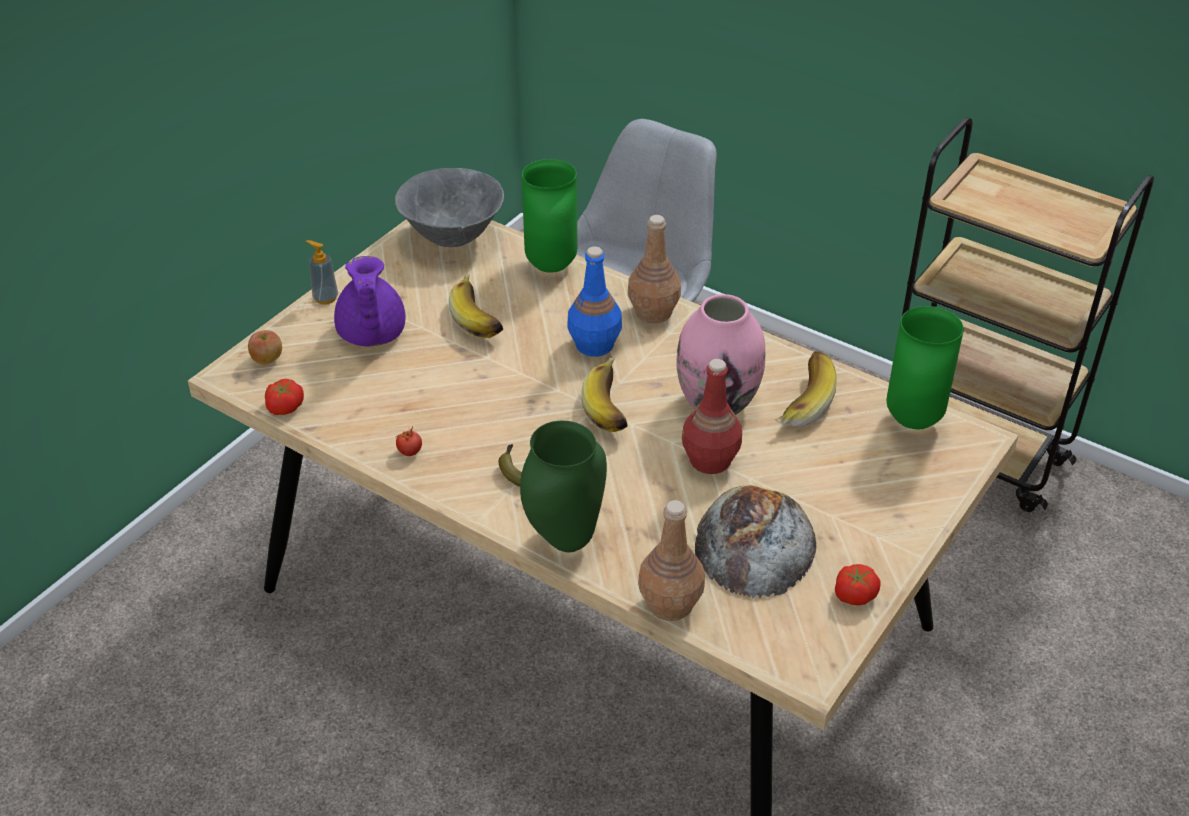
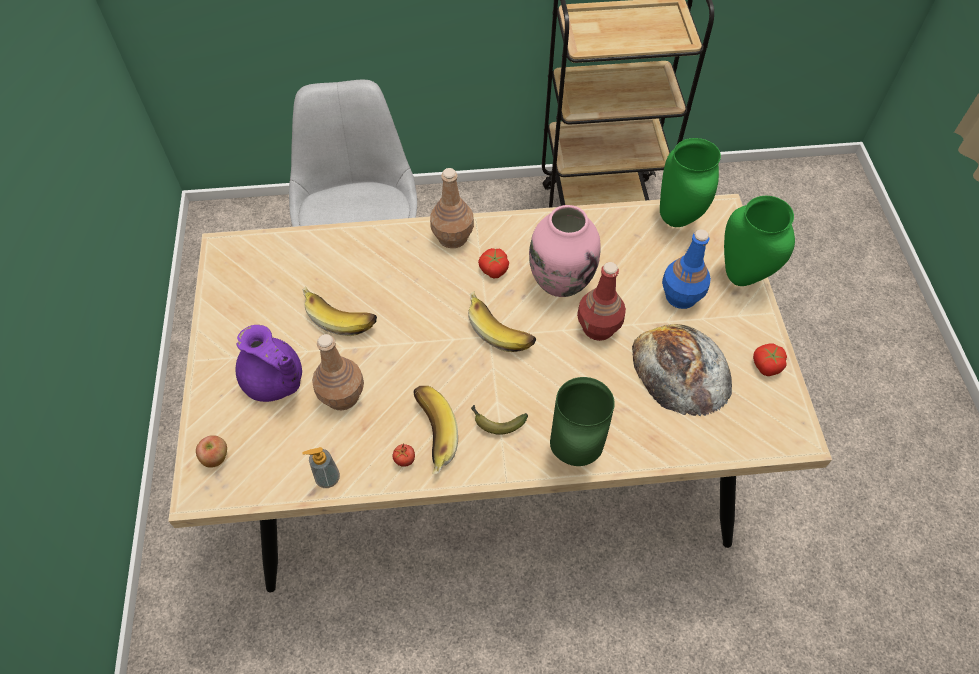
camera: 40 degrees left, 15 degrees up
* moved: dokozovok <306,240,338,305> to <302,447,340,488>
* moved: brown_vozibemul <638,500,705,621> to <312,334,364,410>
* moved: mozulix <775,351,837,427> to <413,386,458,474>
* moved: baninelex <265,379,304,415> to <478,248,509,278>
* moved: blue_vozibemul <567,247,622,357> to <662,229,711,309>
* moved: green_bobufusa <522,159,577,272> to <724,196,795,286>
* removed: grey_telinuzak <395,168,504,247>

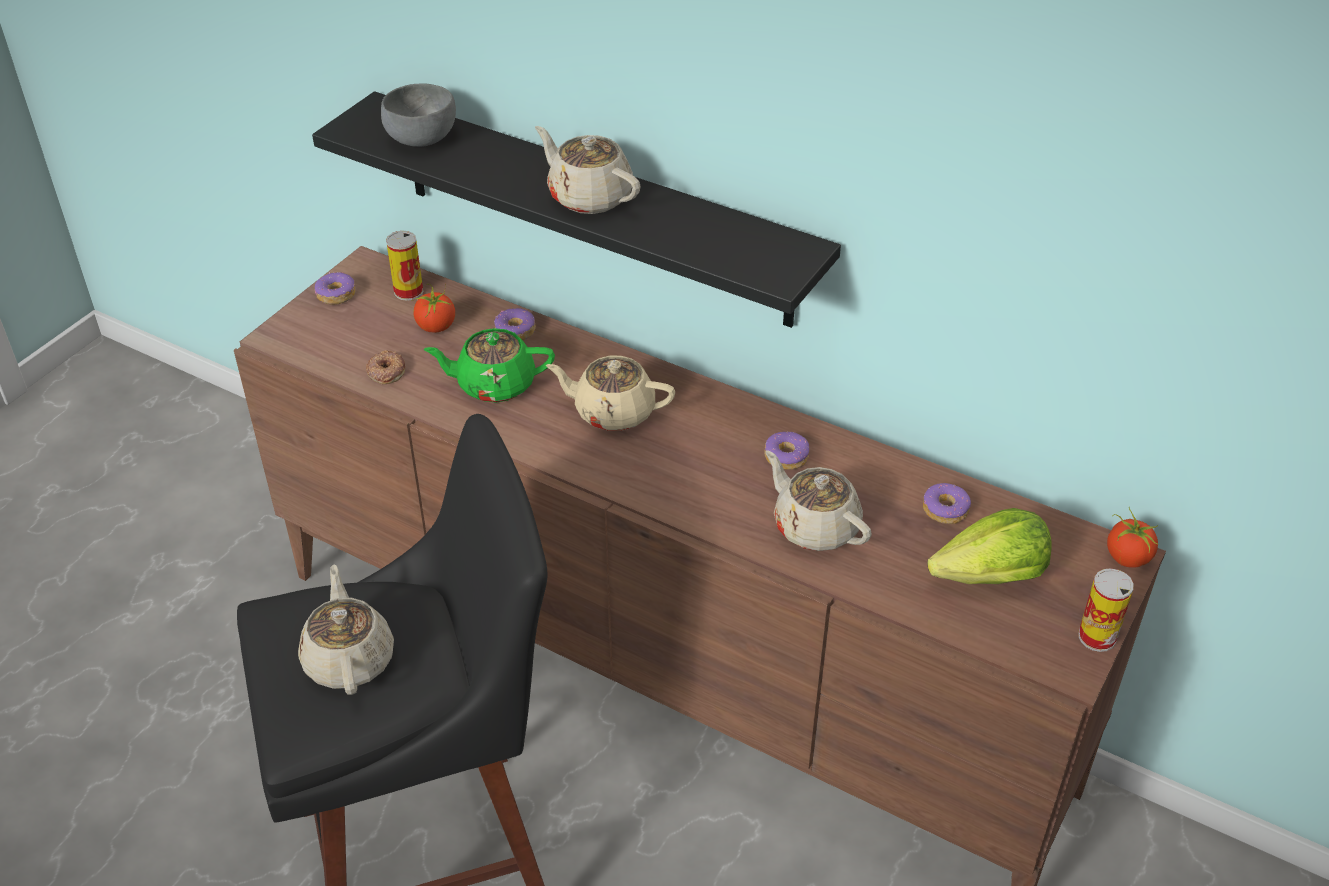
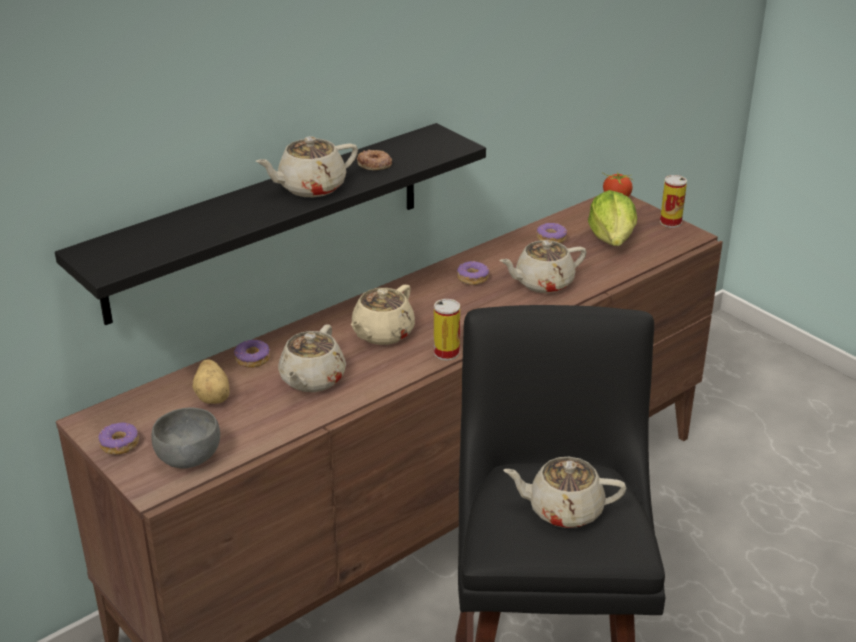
camera: 70 degrees left, 10 degrees down
* moved: grey_telinuzak <381,83,456,147> to <151,408,220,469>
* replaced: baninelex <411,283,455,333> to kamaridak <193,359,229,404>
* recoloured: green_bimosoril <424,328,555,403> to beige_bimosoril <278,324,346,392>
* moved: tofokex <366,350,405,384> to <357,150,392,170>
* moved: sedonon <386,231,423,301> to <434,299,460,361>

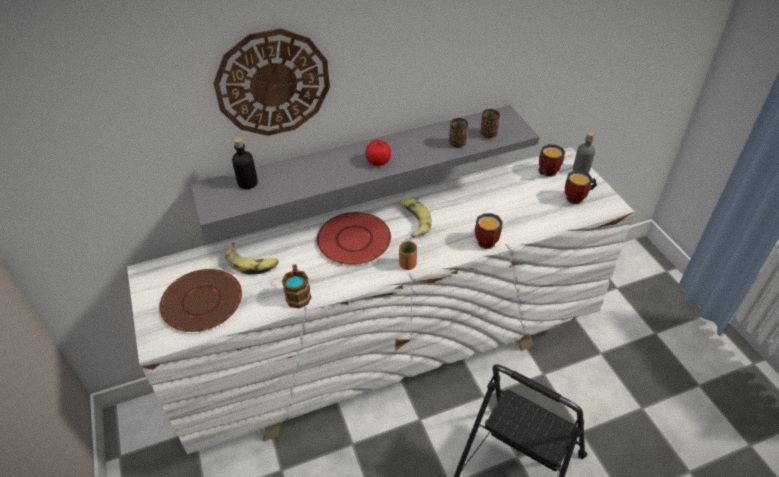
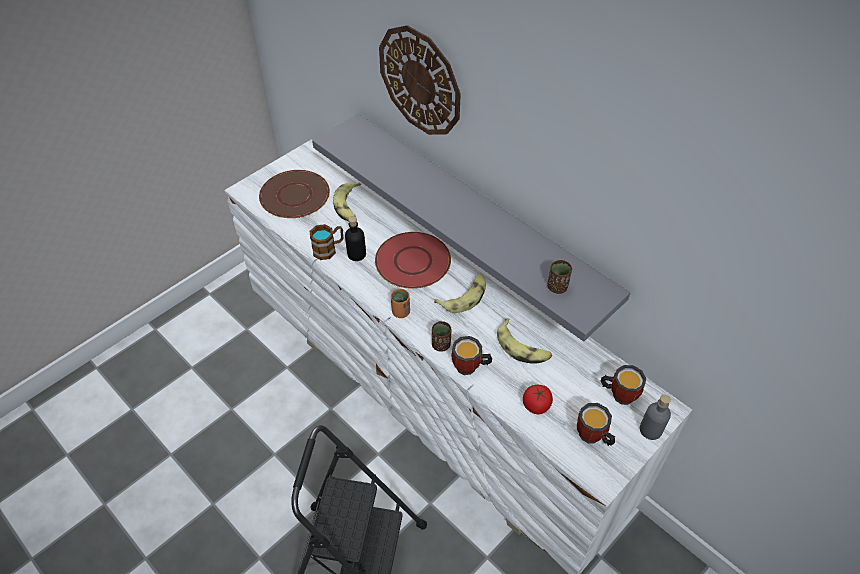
camera: 65 degrees right, 5 degrees up
* moved: black_vozibemul <232,137,258,189> to <345,216,366,261>
* moved: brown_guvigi <449,118,468,148> to <432,321,452,352>
* added: mozulix <497,318,552,364>
* moved: baninelex <365,140,391,166> to <523,385,553,414>

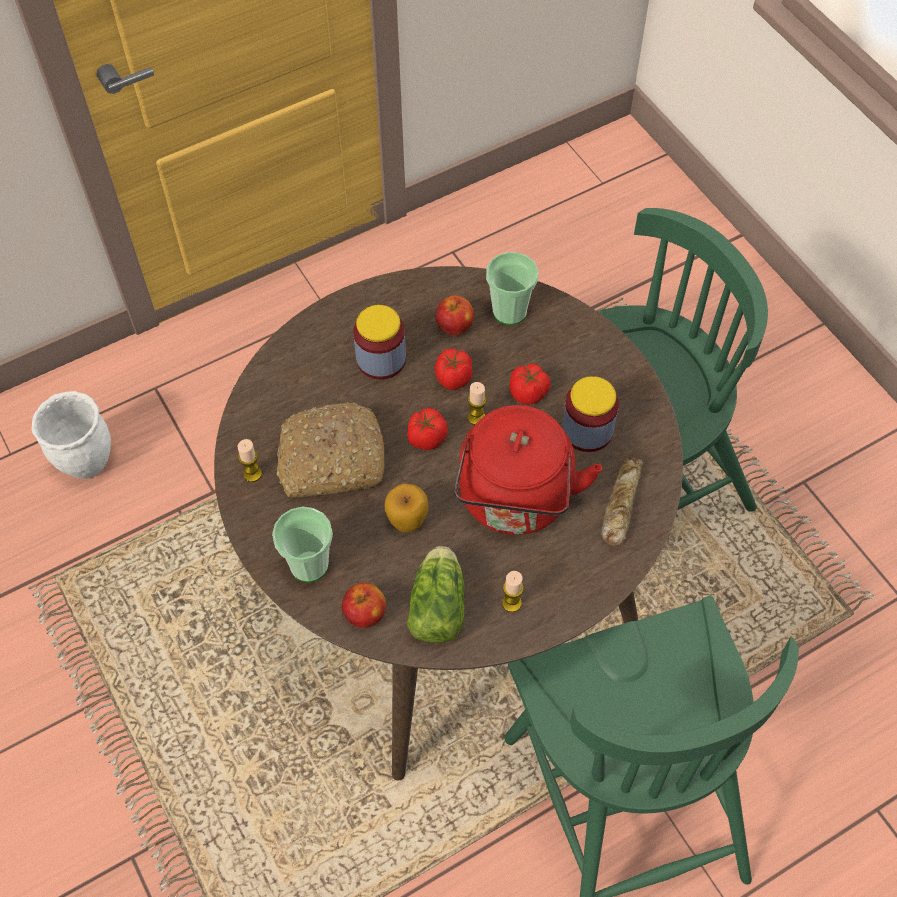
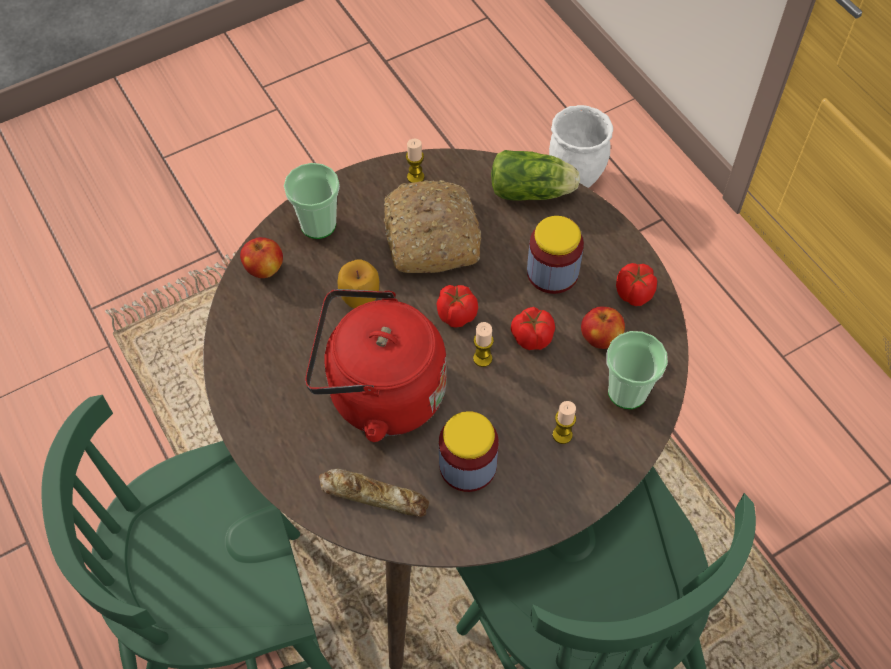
camera: 90 degrees right, 0 degrees up
* moved: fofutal <407,546,465,643> to <491,150,580,201>
* moved: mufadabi <502,571,524,612> to <552,401,576,444>
* moved: baninelex <509,363,551,405> to <616,263,657,306>

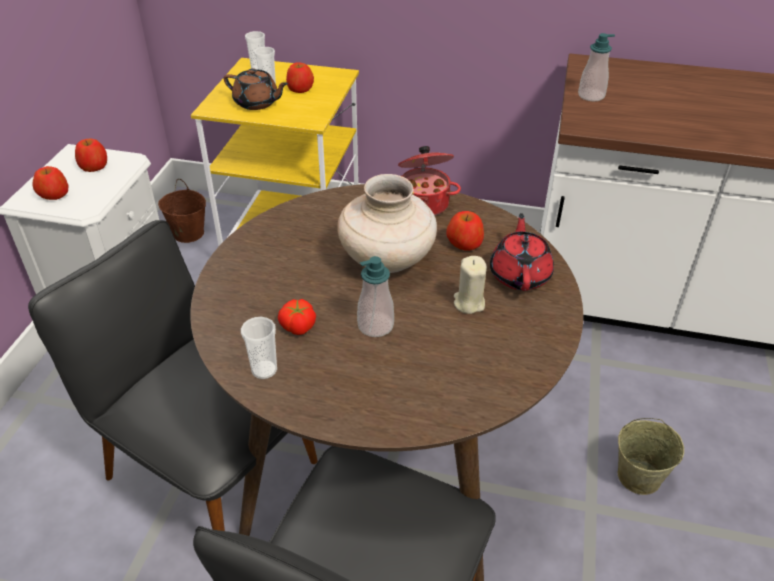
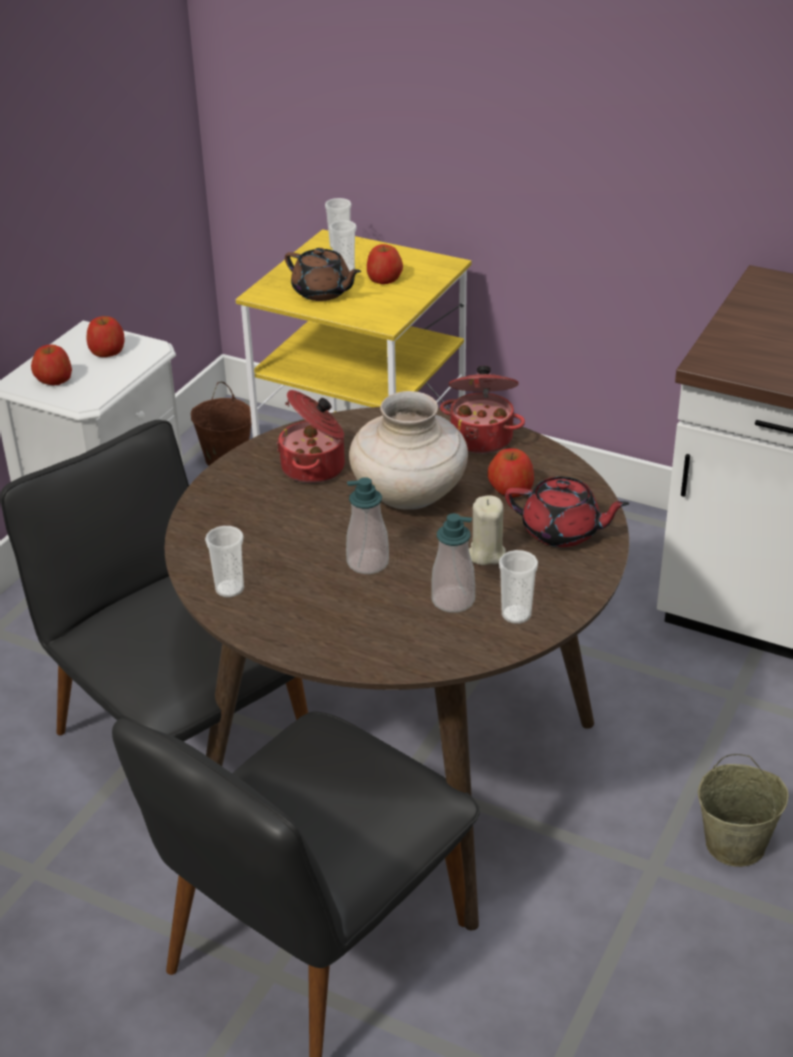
camera: 15 degrees right, 5 degrees down
* added: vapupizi <276,390,345,483>
* moved: dokozovok <578,33,615,102> to <431,513,475,613>
* added: guvigi <499,550,538,624>
* turned: red_bimosoril <490,213,554,291> = <505,477,629,547> 90 degrees clockwise
* removed: baninelex <278,299,316,335>

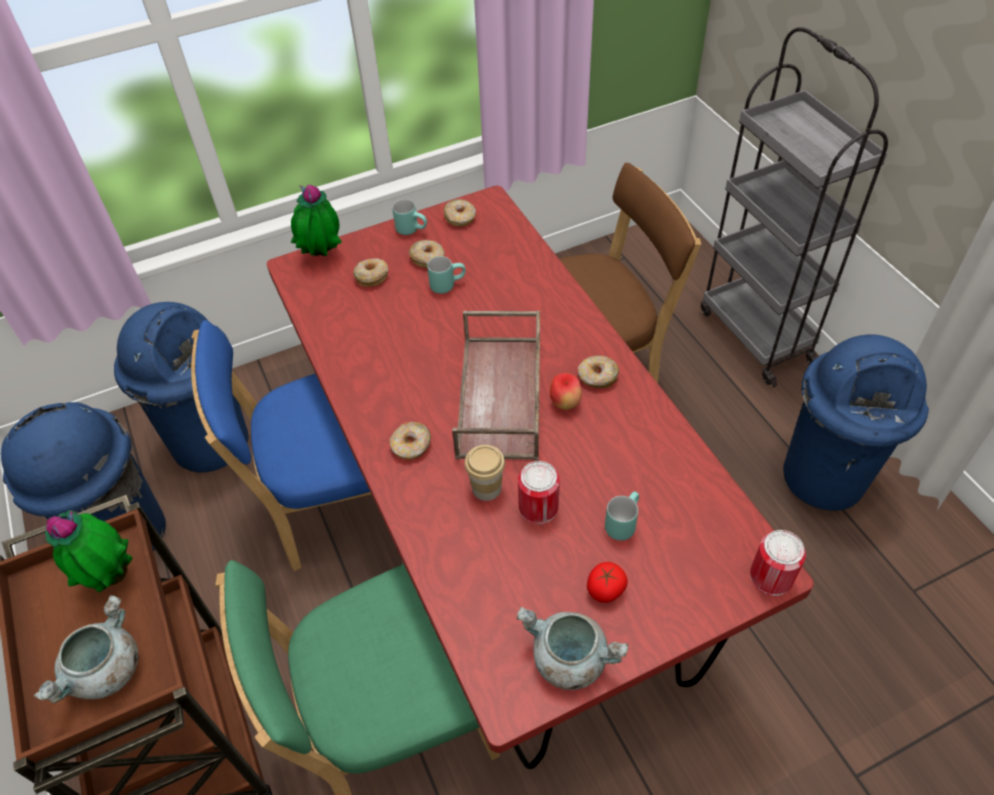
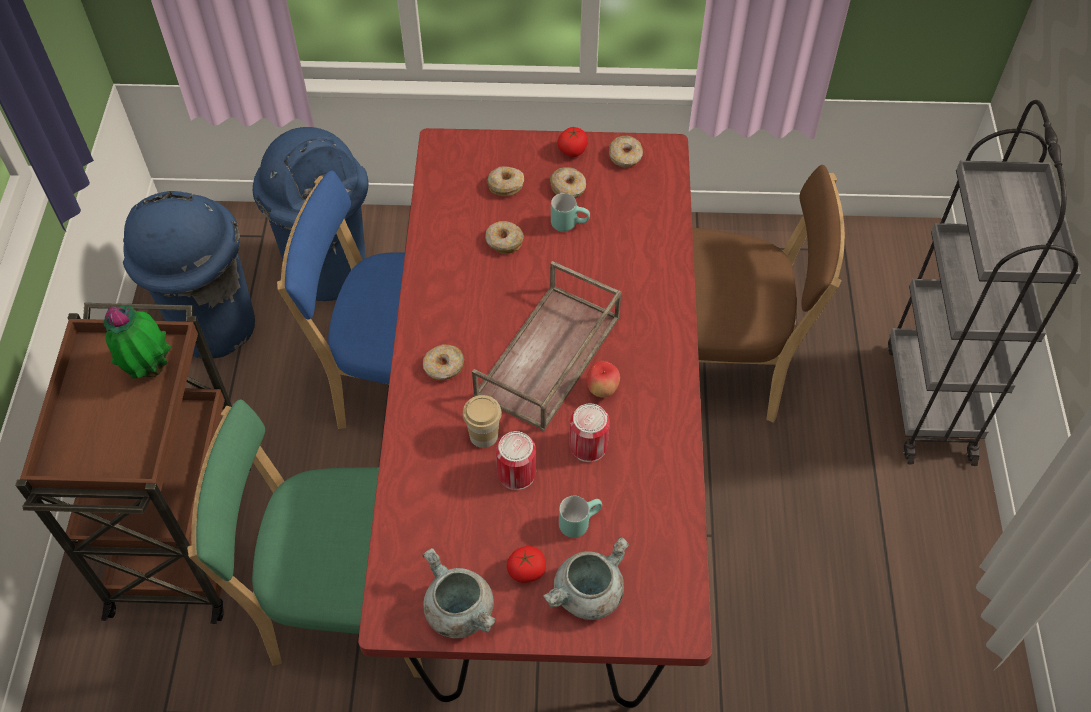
camera: 25 degrees right, 5 degrees up
* moved: tofokex <578,356,619,388> to <485,221,524,255>
* moved: grey_vapupizi <34,595,138,703> to <543,537,629,620>
* replaced: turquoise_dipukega <392,199,427,235> to baninelex <557,127,588,157>
* moved: sedonon <750,530,806,596> to <570,403,610,462>
* removed: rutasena <291,185,342,256>
* removed: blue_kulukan <783,334,929,511>

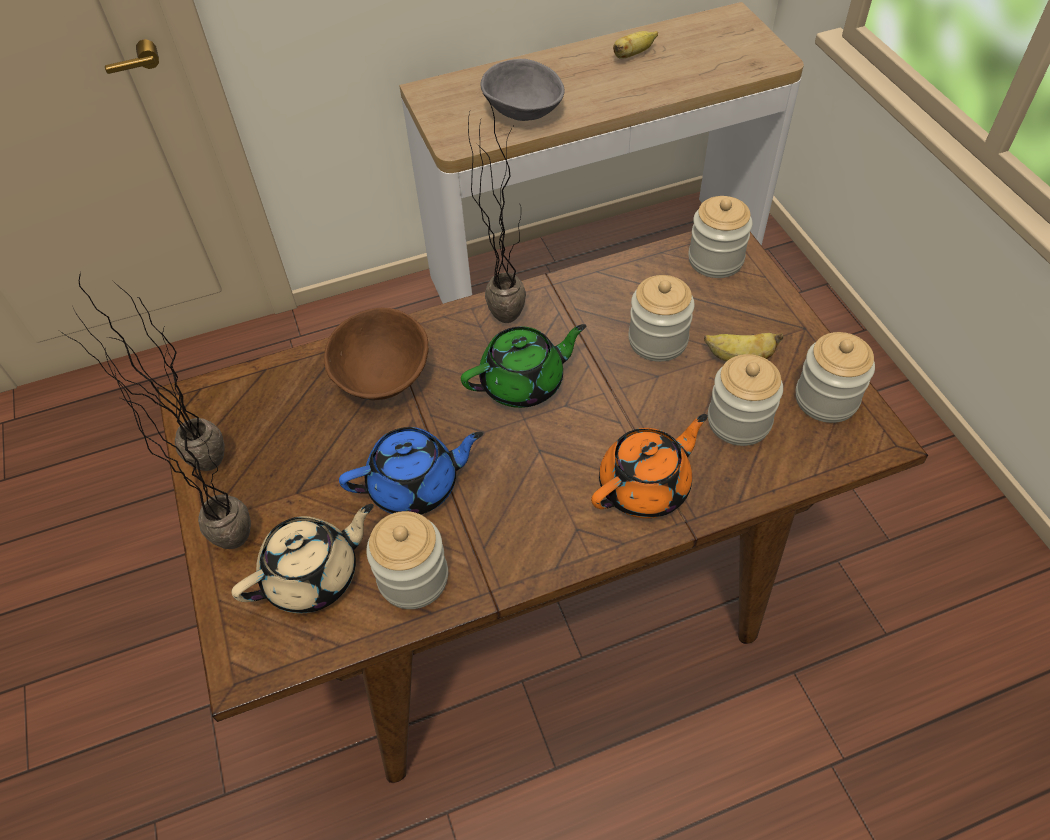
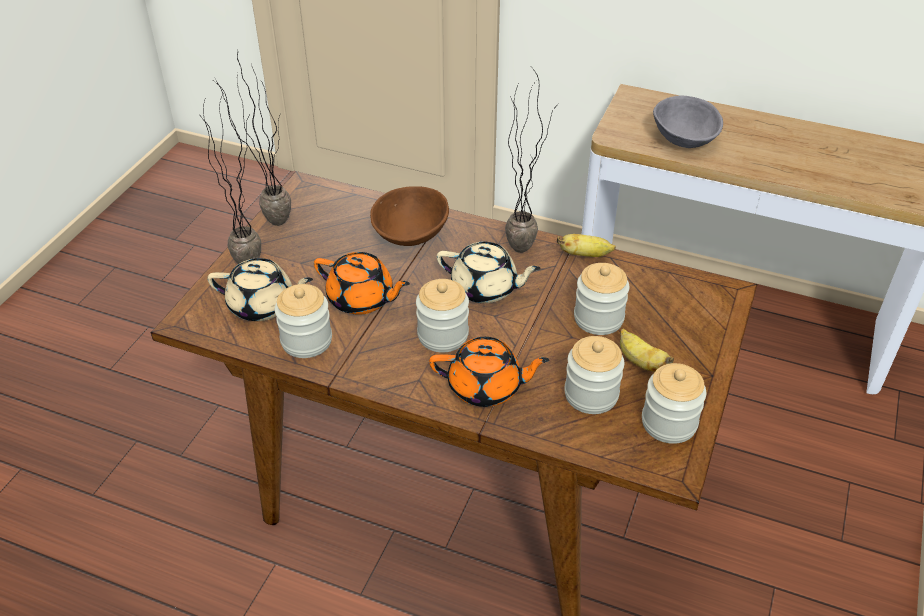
camera: 40 degrees right, 10 degrees down
* recoloured: blue_bimosoril <339,427,483,515> to orange_bimosoril <314,252,410,315>
* moved: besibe <688,196,753,278> to <416,279,469,352>
* recoloured: green_bimosoril <461,324,586,408> to beige_bimosoril <437,242,541,303>
* moved: mozulix <613,31,658,59> to <557,234,616,257>

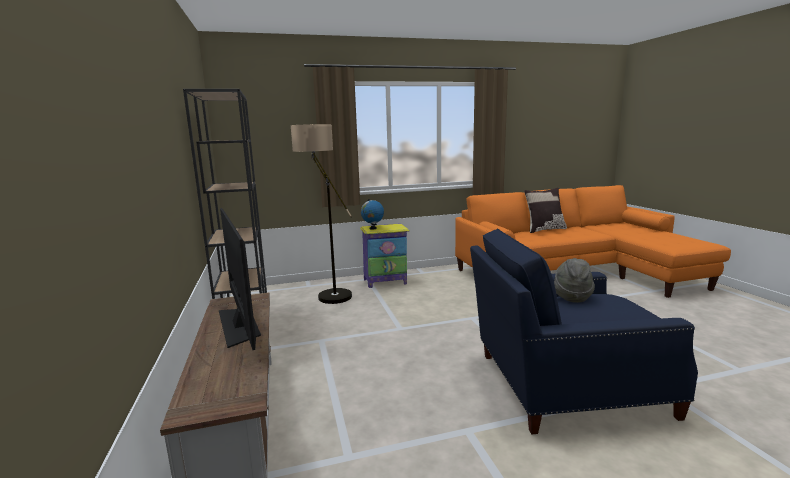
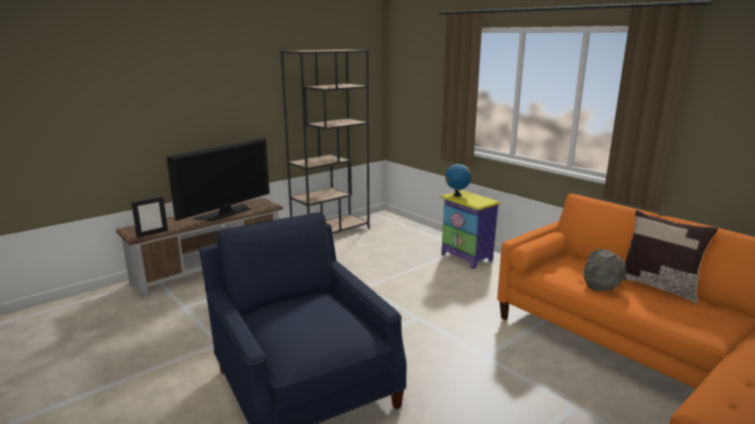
camera: 65 degrees right, 5 degrees up
* added: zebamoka <131,196,168,238>
* moved: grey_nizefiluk <554,258,595,303> to <583,249,626,291>
* removed: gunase <290,124,352,304>

